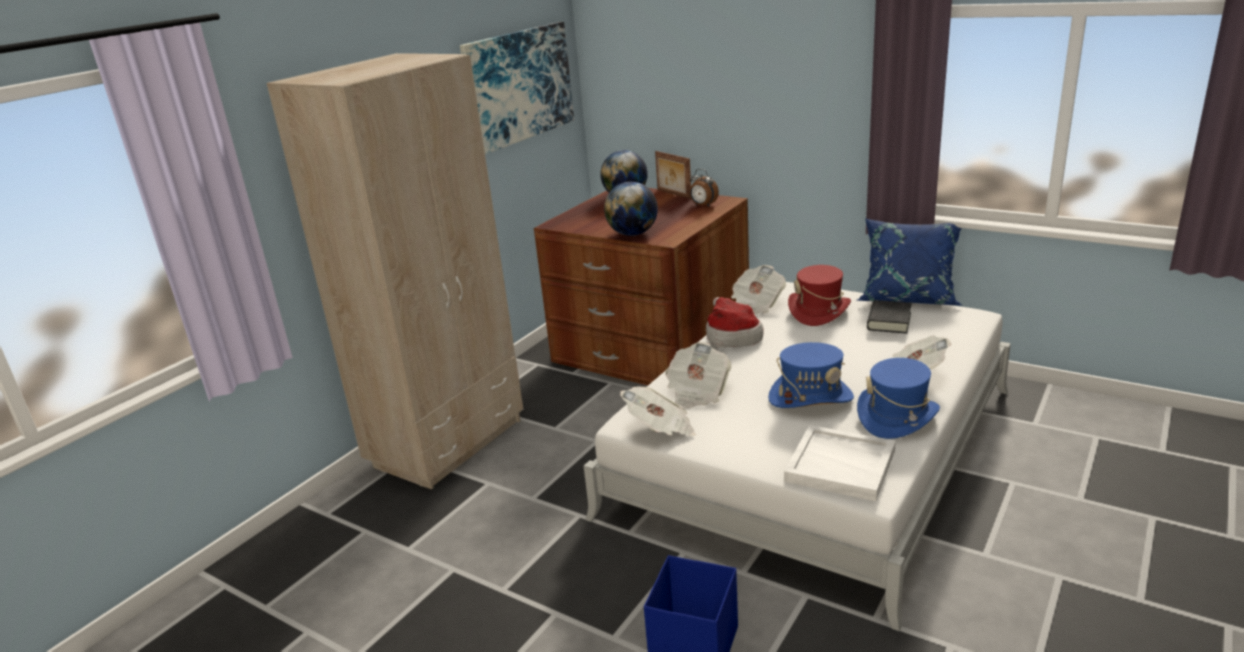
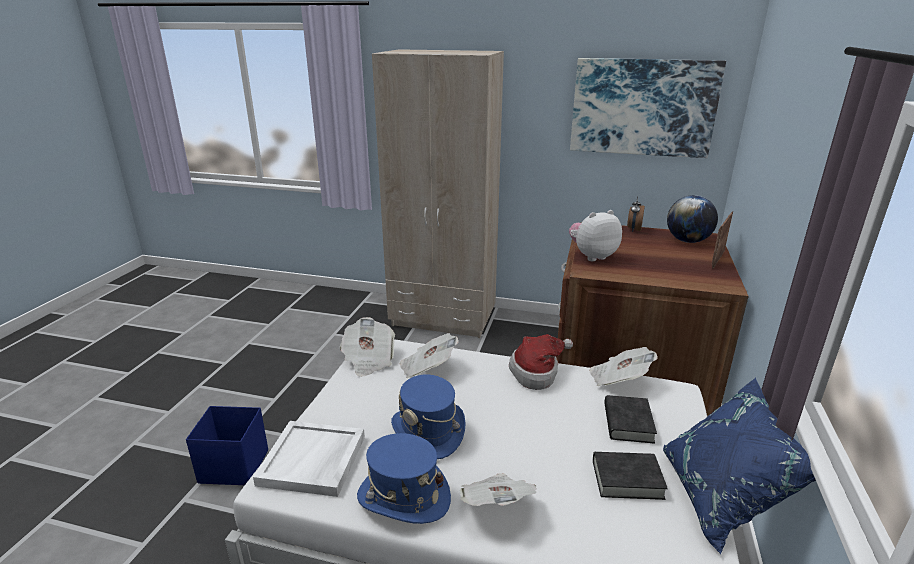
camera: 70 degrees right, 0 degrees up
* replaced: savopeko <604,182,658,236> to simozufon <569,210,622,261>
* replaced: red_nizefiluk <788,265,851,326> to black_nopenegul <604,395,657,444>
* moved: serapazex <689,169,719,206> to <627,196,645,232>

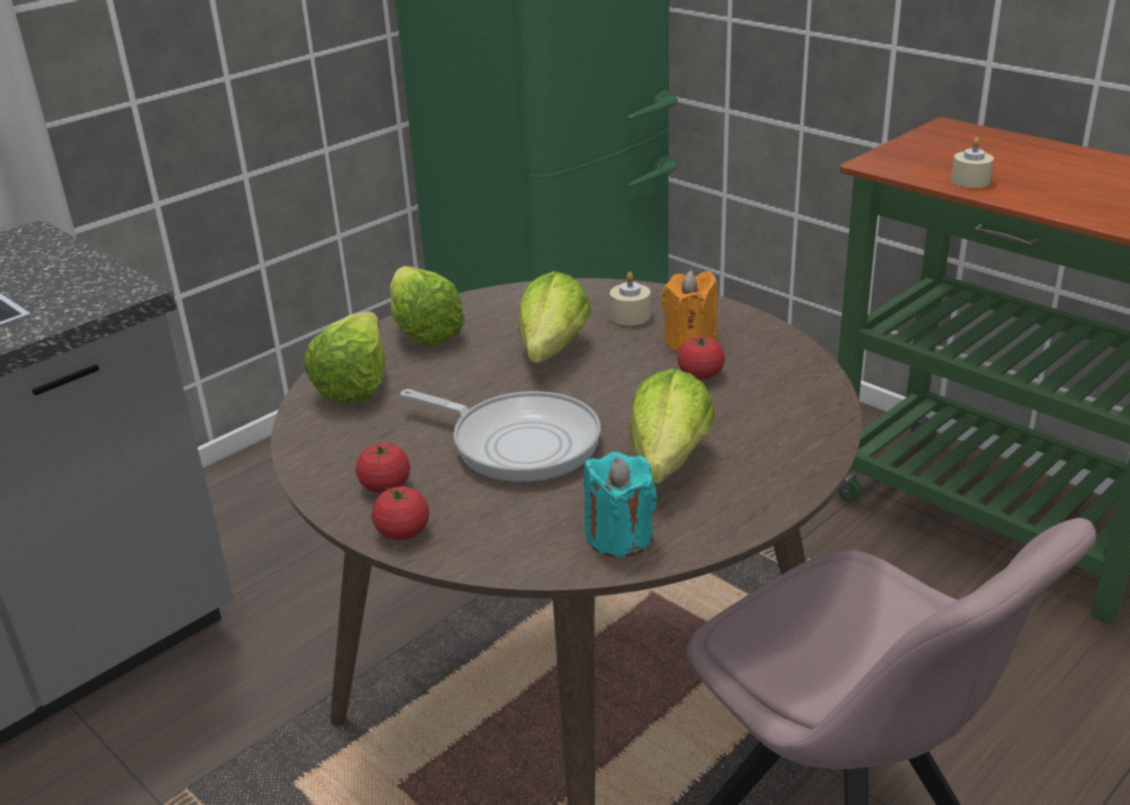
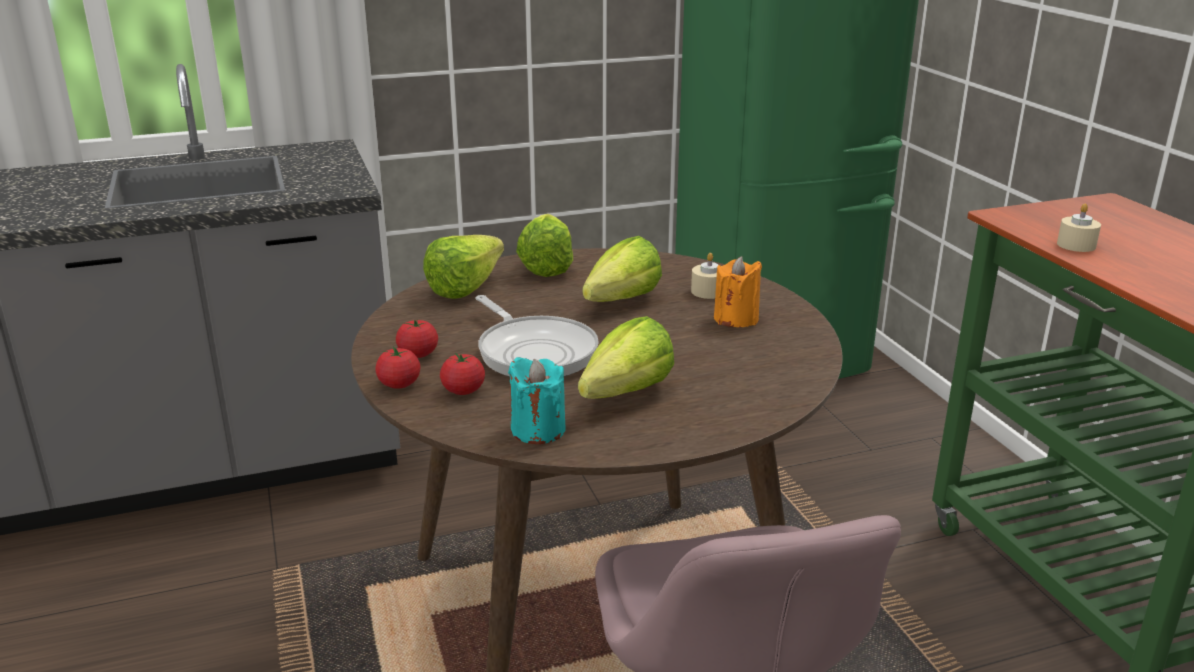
camera: 25 degrees right, 5 degrees down
* moved: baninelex <677,336,725,380> to <440,353,485,395>

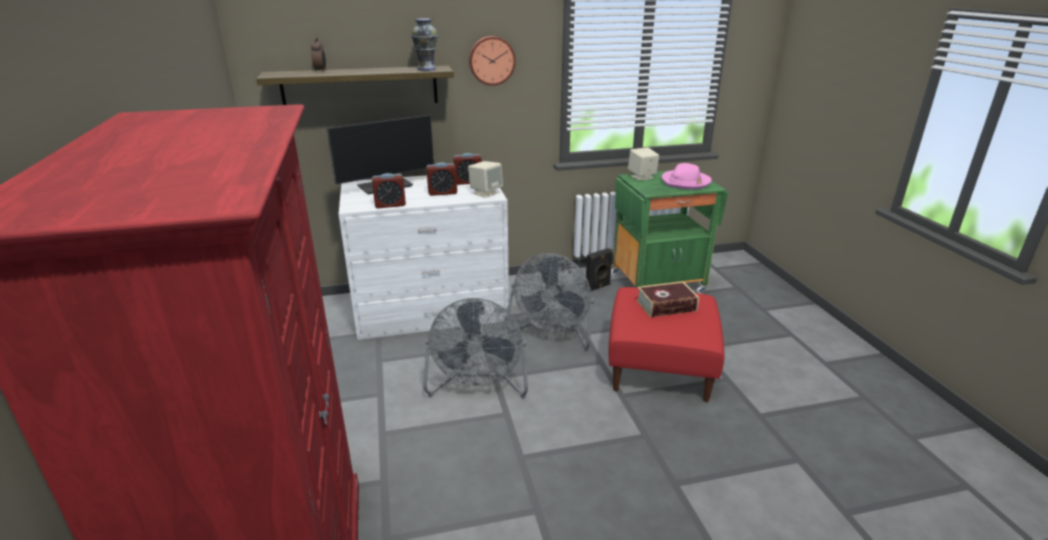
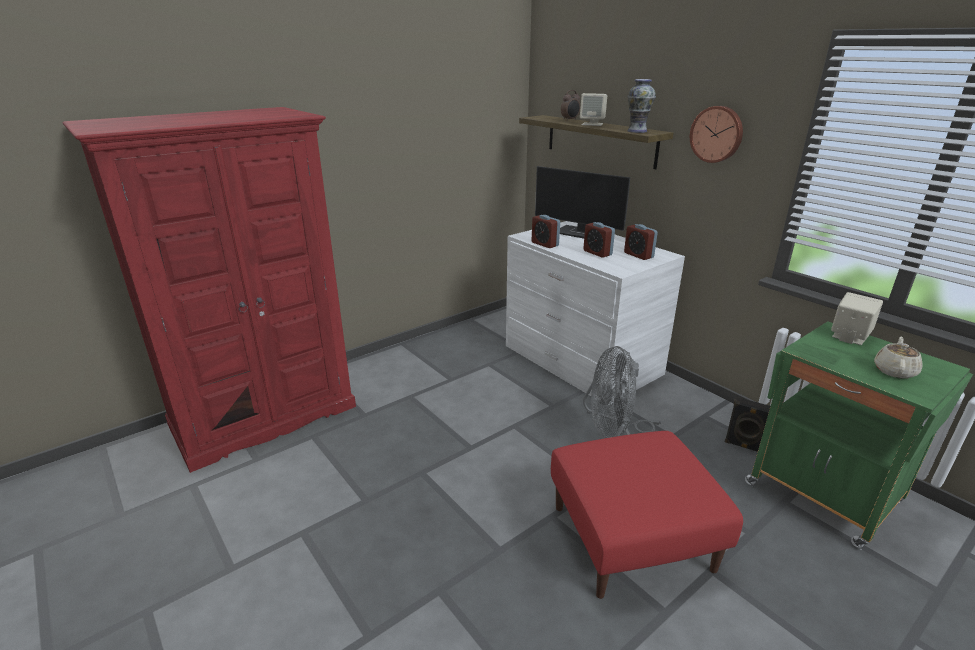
camera: 65 degrees right, 0 degrees up
* moved: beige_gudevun <468,161,503,198> to <580,93,607,126>
* replaced: pink_nizefiluk <662,163,712,189> to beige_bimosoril <874,337,922,379>
* removed: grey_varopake <423,298,528,399>
* removed: nopenegul <637,282,699,317>

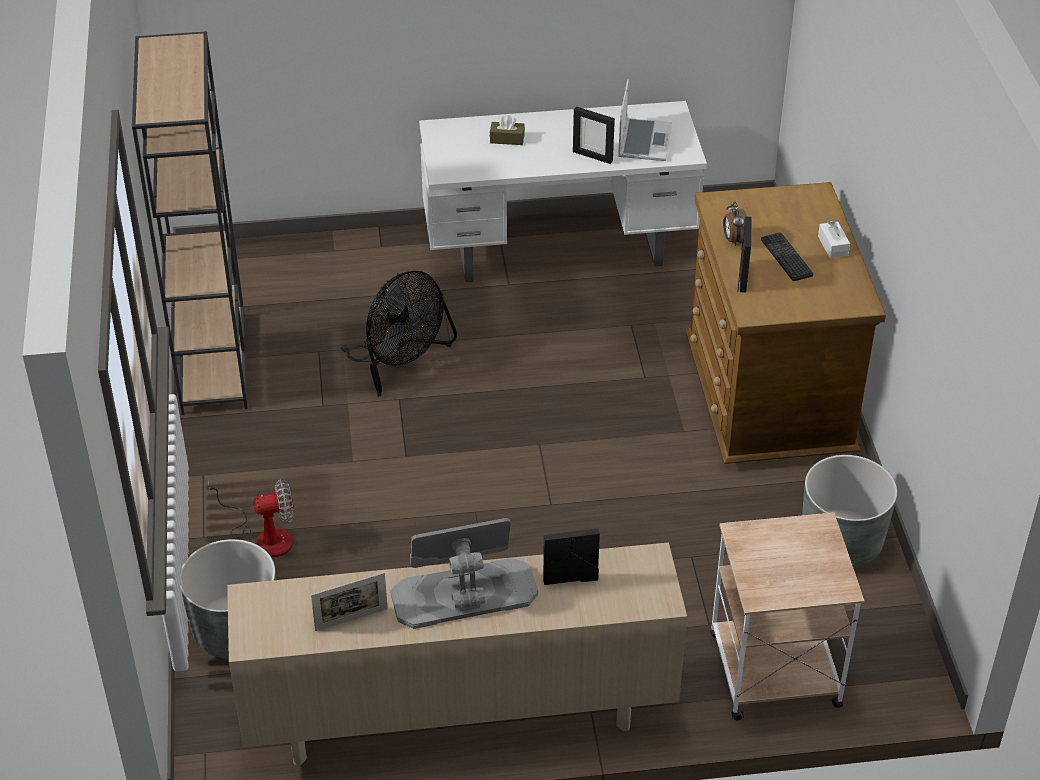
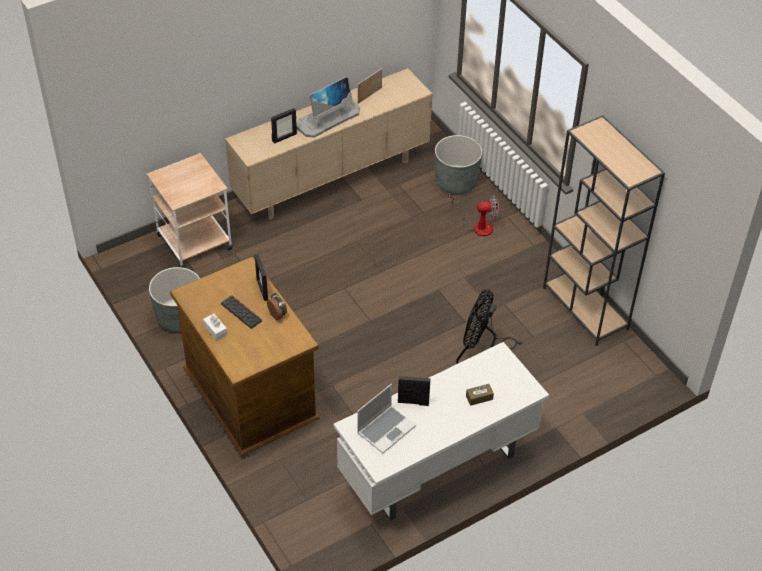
camera: 155 degrees right, 5 degrees up
* turned: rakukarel <618,79,672,161> = <357,384,416,453> 120 degrees counterclockwise
* turned: varopake <208,479,294,557> = <449,193,499,236> 150 degrees counterclockwise

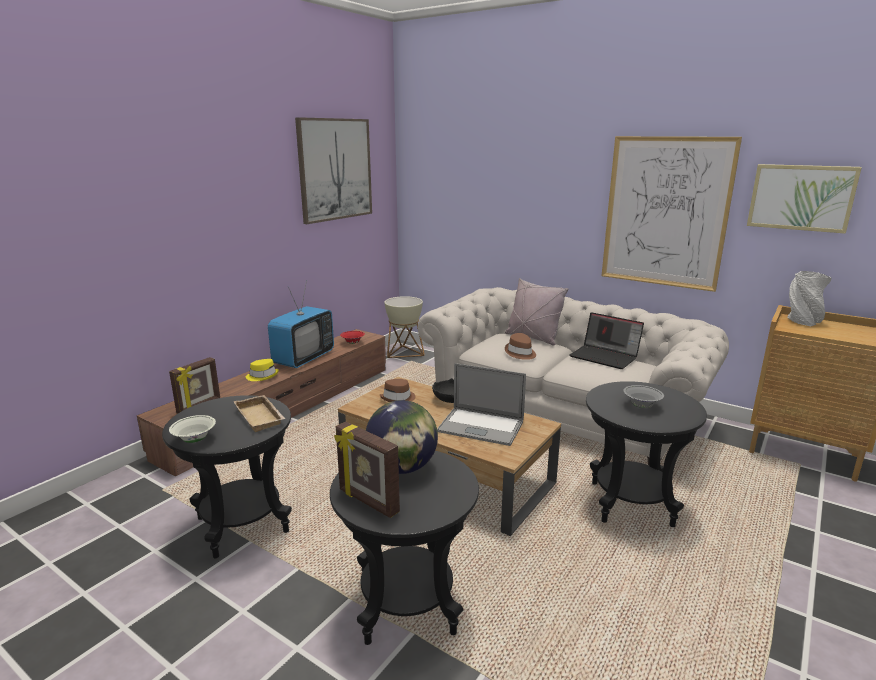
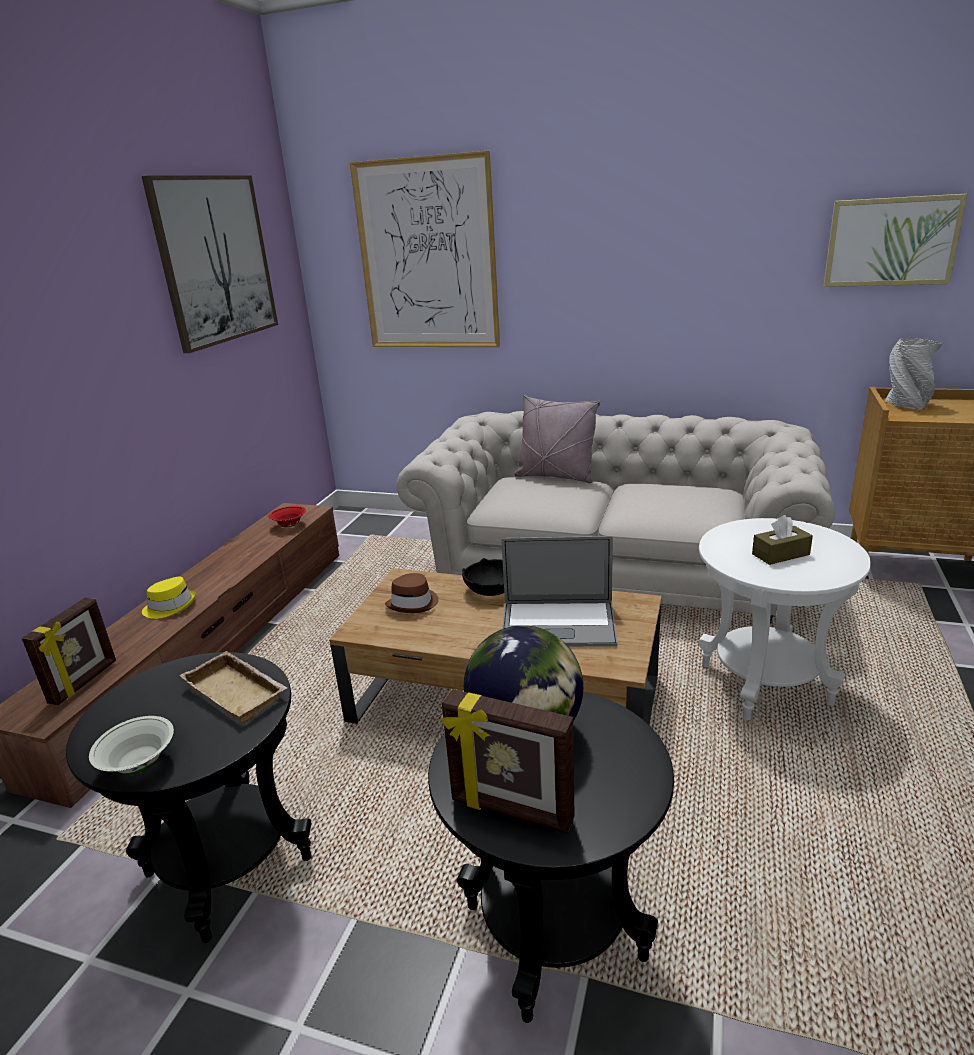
camera: 15 degrees left, 5 degrees up
* moved: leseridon <602,136,742,292> to <350,151,500,347>
* recoloured: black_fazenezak <586,381,707,527> to white_fazenezak <699,518,871,721>
* replaced: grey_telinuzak <623,385,664,408> to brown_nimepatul <752,515,813,565>
* removed: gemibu <268,280,334,368>
* removed: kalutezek <384,296,425,358>
* removed: brown_nizefiluk <505,333,536,360>
* removed: rakukarel <570,312,644,369>

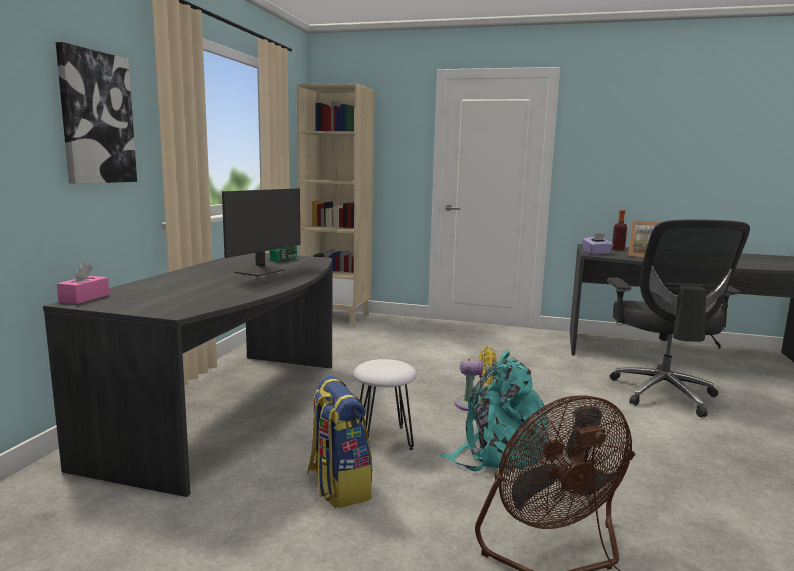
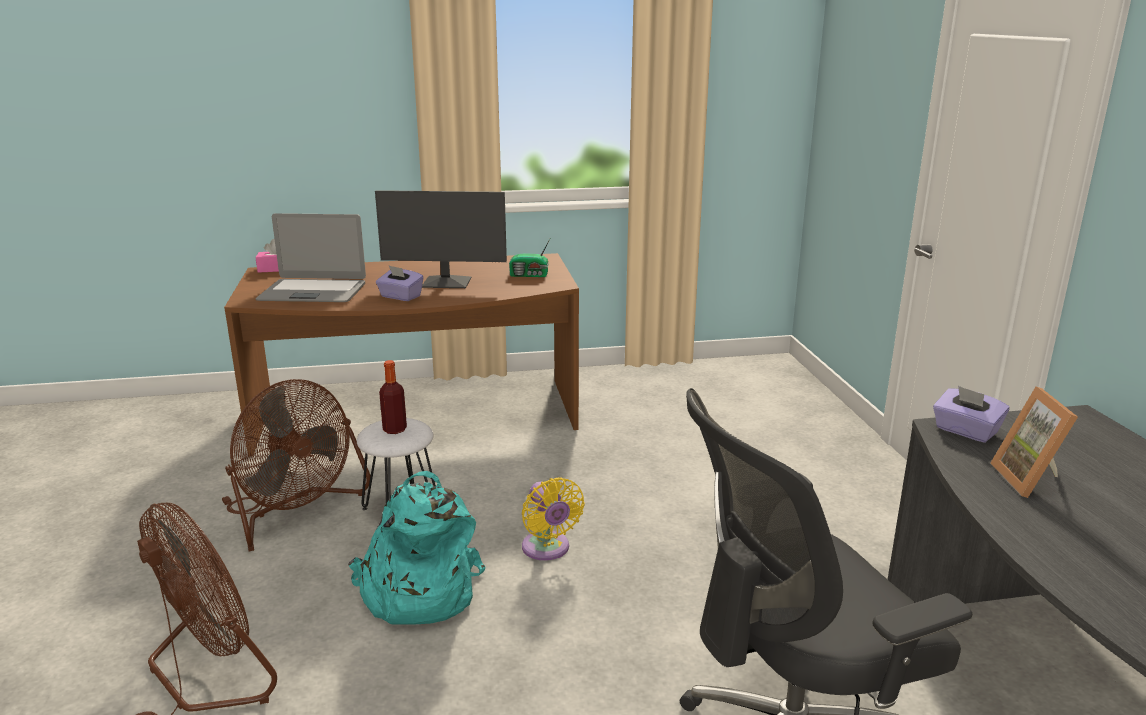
camera: 65 degrees right, 10 degrees up
* replaced: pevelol <307,376,372,508> to brown_varopake <222,379,370,551>
* recoloured: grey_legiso <43,253,333,497> to brown_legiso <224,253,579,456>
* added: rakukarel <256,213,366,302>
* added: purple_nimepatul <376,266,424,301>
* moved: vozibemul <612,210,627,250> to <379,360,407,434>
* removed: leseridon <56,42,137,184>
* removed: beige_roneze <297,83,375,326>

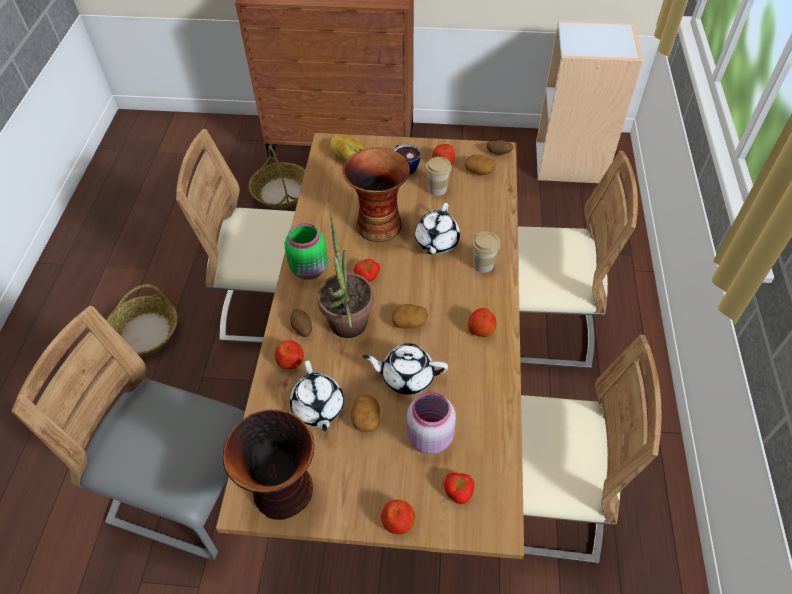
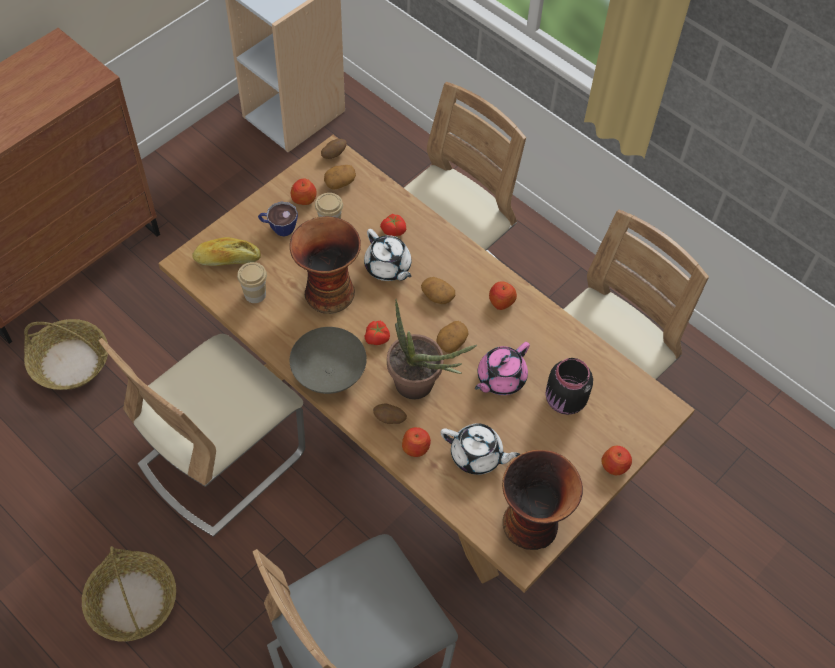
camera: 55 degrees left, 5 degrees up
* moved: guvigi <472,232,500,273> to <237,262,267,303>
* replaced: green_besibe <285,223,328,280> to grey_telinuzak <290,327,367,394>
* moved: baninelex <444,473,474,504> to <380,214,406,236>
* moved: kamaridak <351,395,380,432> to <421,277,455,304>
* recoloured: white_bimosoril <363,343,448,395> to pink_bimosoril <475,342,530,395>
* recoloured: pink_besibe <407,392,456,454> to black_besibe <546,358,593,415>

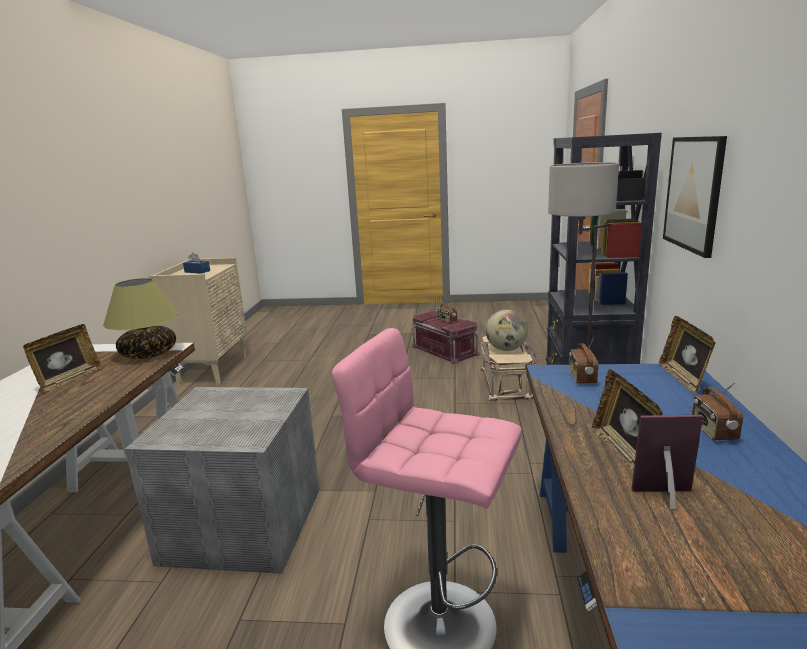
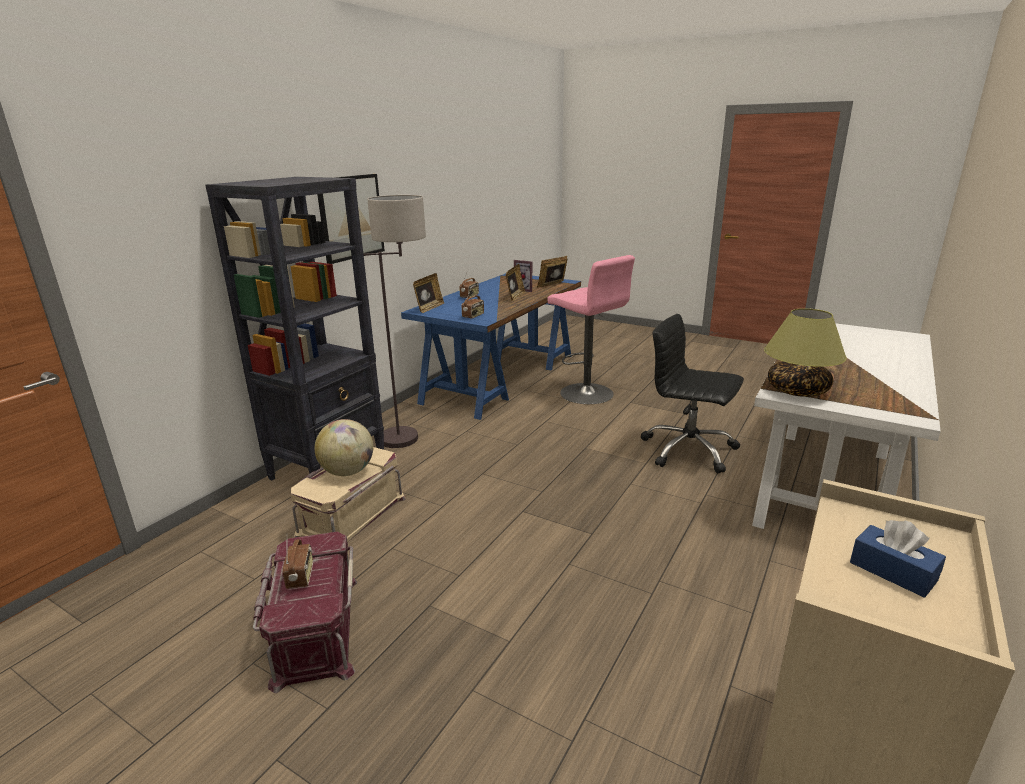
camera: 155 degrees left, 5 degrees up
* moved: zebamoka <23,324,102,392> to <537,256,567,288>
* replaced: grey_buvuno <125,387,320,574> to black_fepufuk <640,314,744,473>

